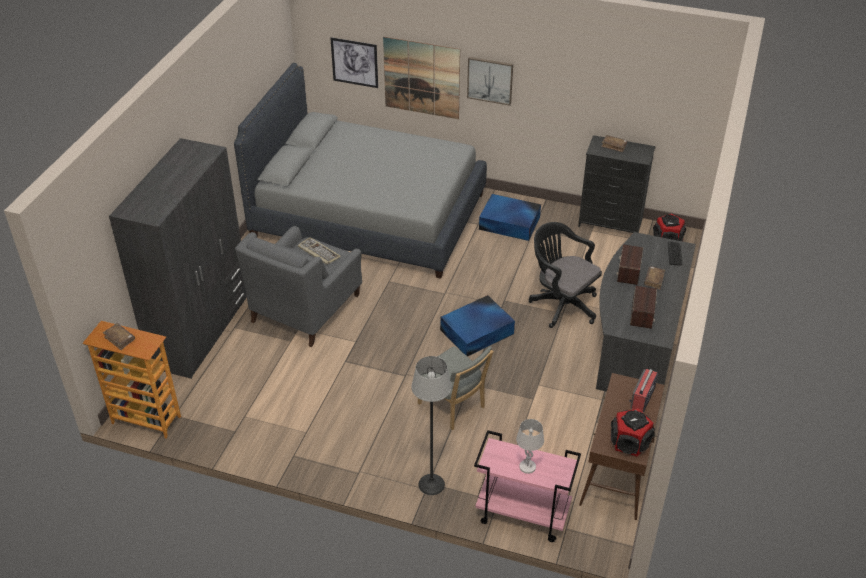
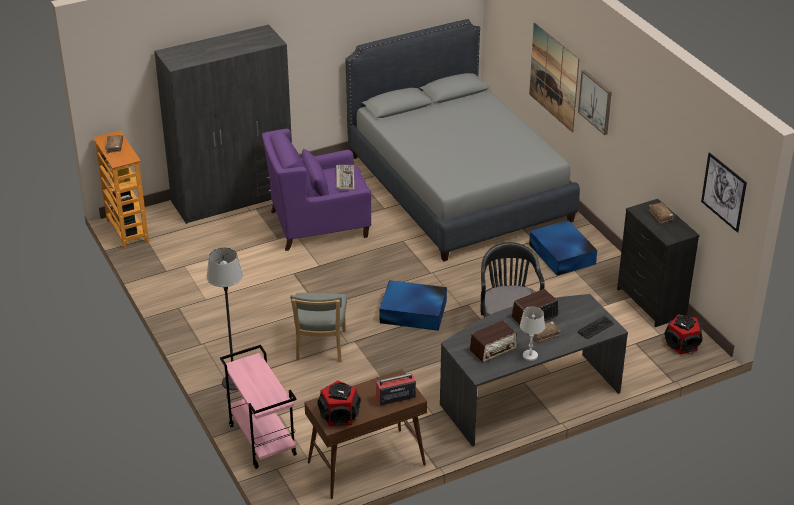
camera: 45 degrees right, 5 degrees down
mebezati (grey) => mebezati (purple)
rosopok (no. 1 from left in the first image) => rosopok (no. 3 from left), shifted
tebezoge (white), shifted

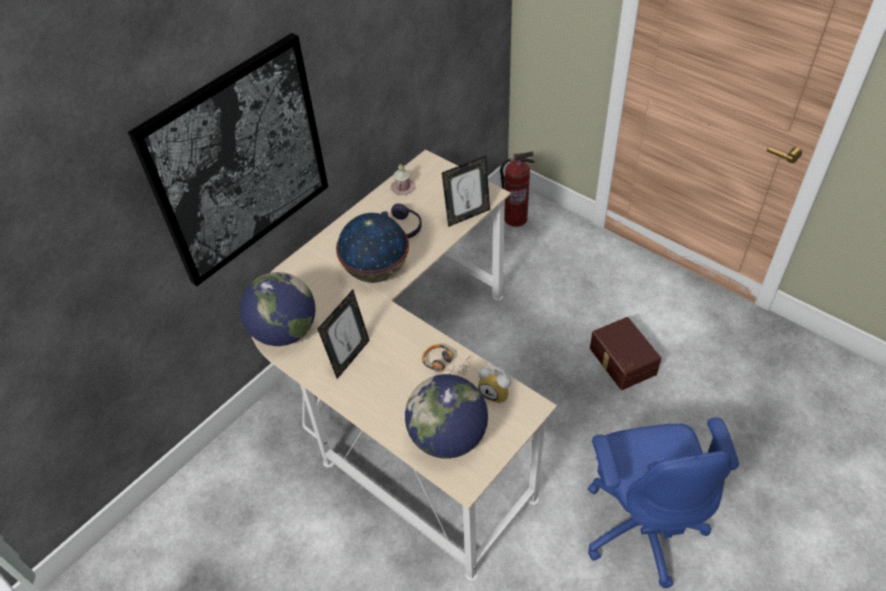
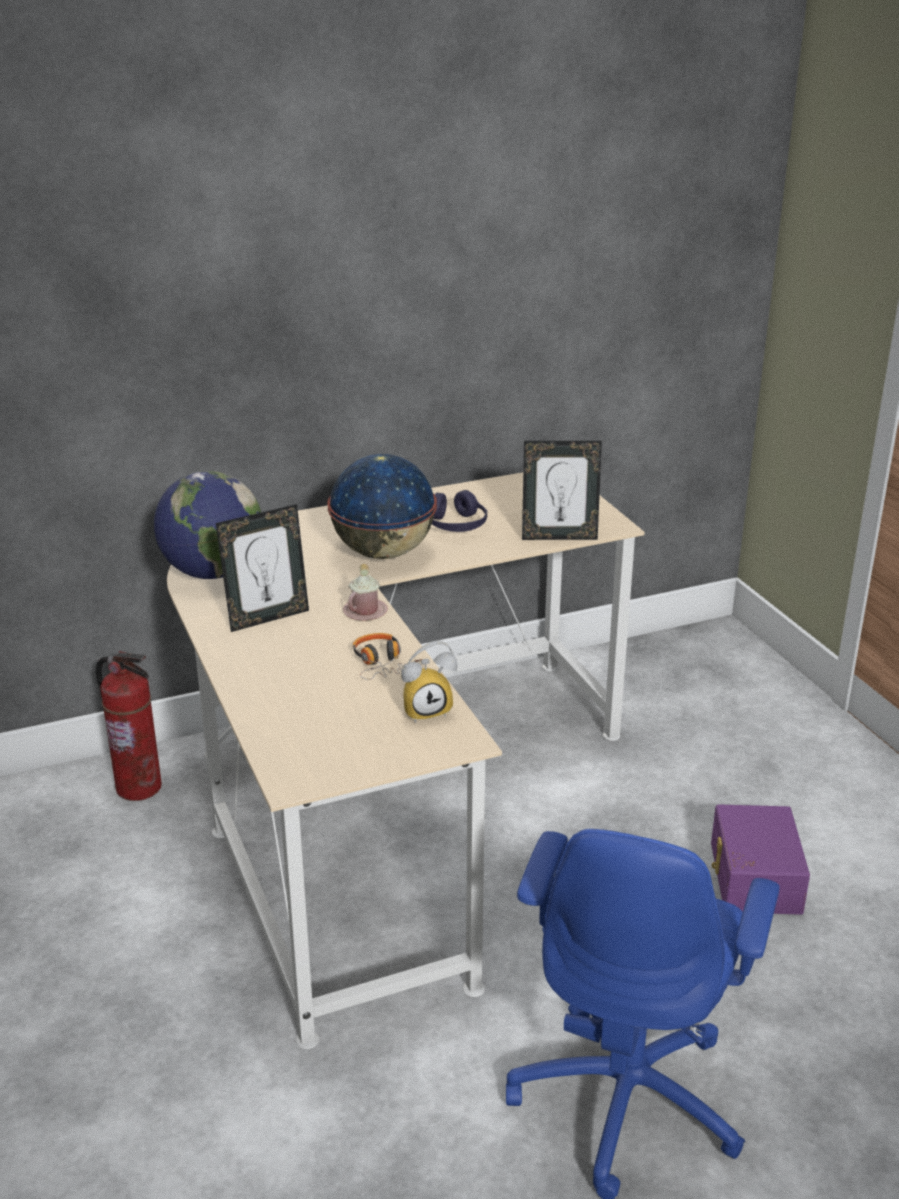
camera: 25 degrees right, 20 degrees down
rosopok => nothing
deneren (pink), shifted
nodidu (no. 3 from left) => nothing
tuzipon, 75 degrees counterclockwise
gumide, shifted
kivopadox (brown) => kivopadox (purple)

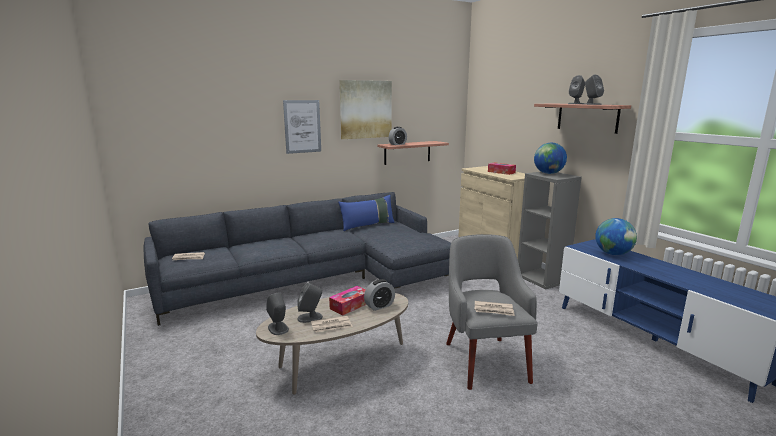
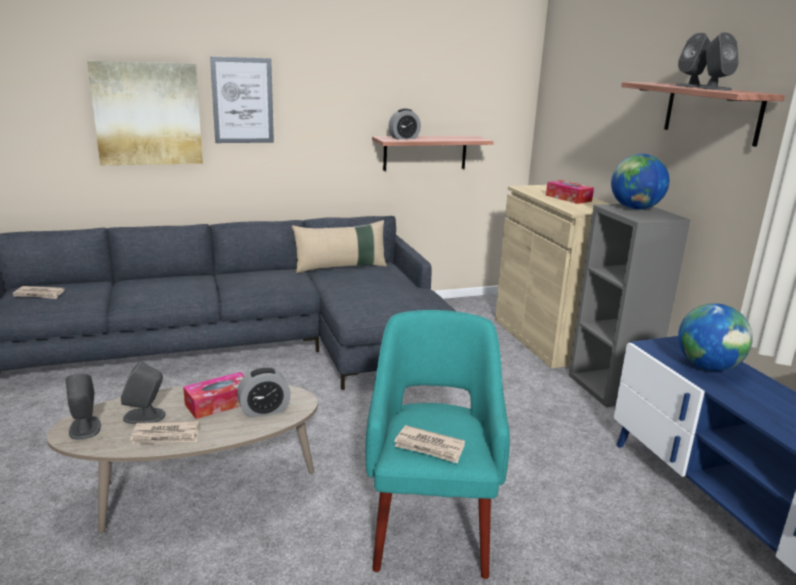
camera: 10 degrees right, 5 degrees up
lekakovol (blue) => lekakovol (beige)
rosopok (no. 2 from left in the first image) => rosopok (no. 1 from left), shifted
mebezati (grey) => mebezati (turquoise)

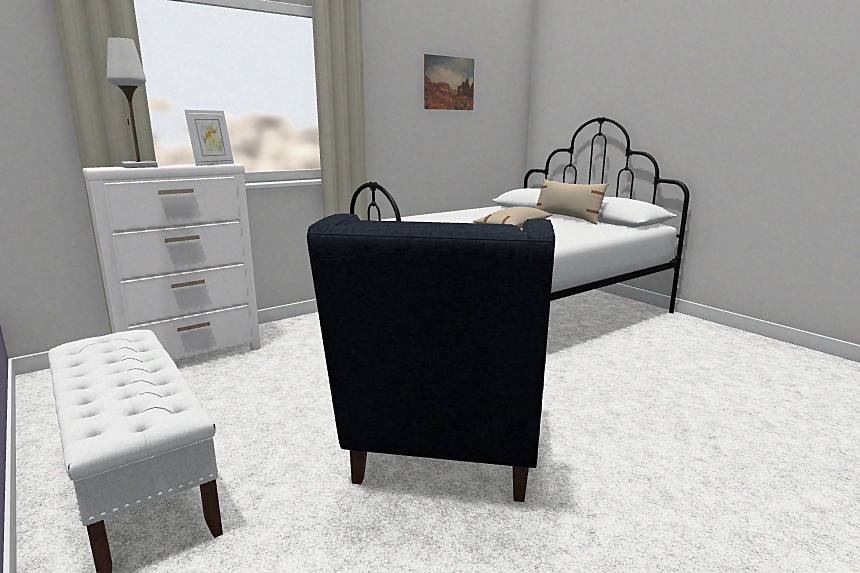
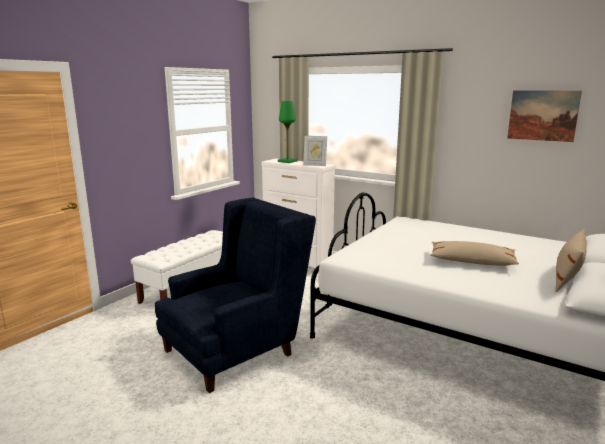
camera: 70 degrees right, 0 degrees up
tebezoge (white) => tebezoge (green)
mebezati (blue), 150 degrees clockwise

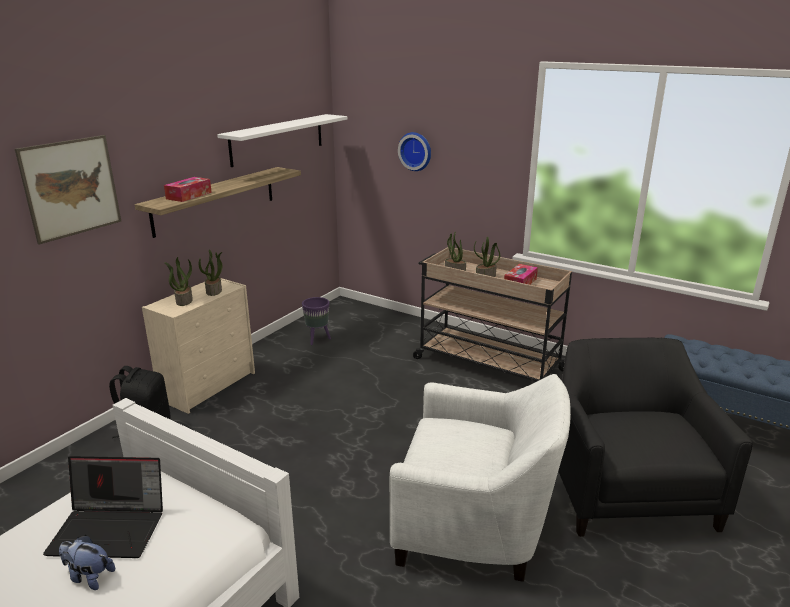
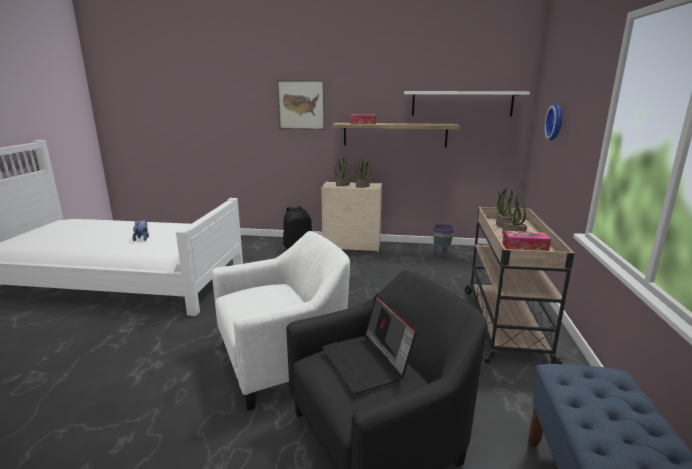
camera: 65 degrees right, 5 degrees down
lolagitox, shifted
mebezati (white), 105 degrees counterclockwise

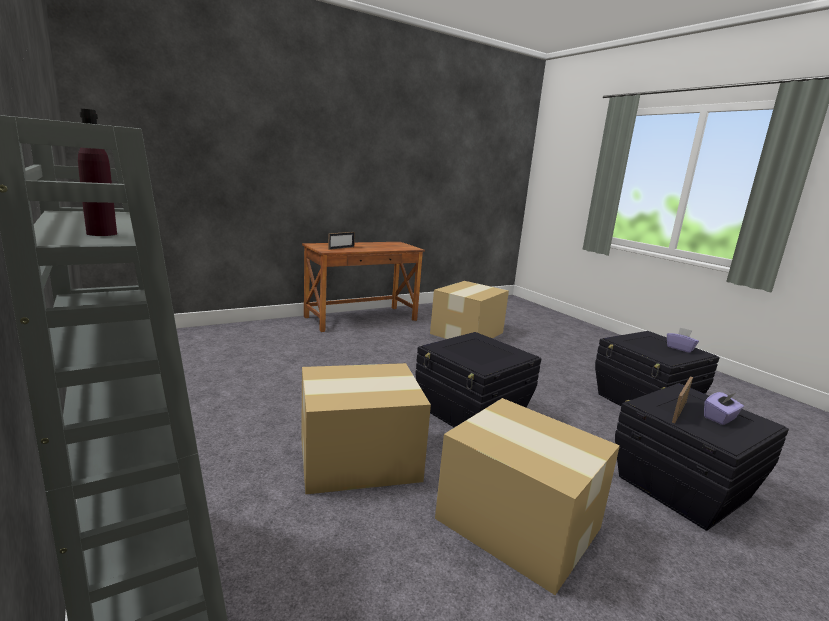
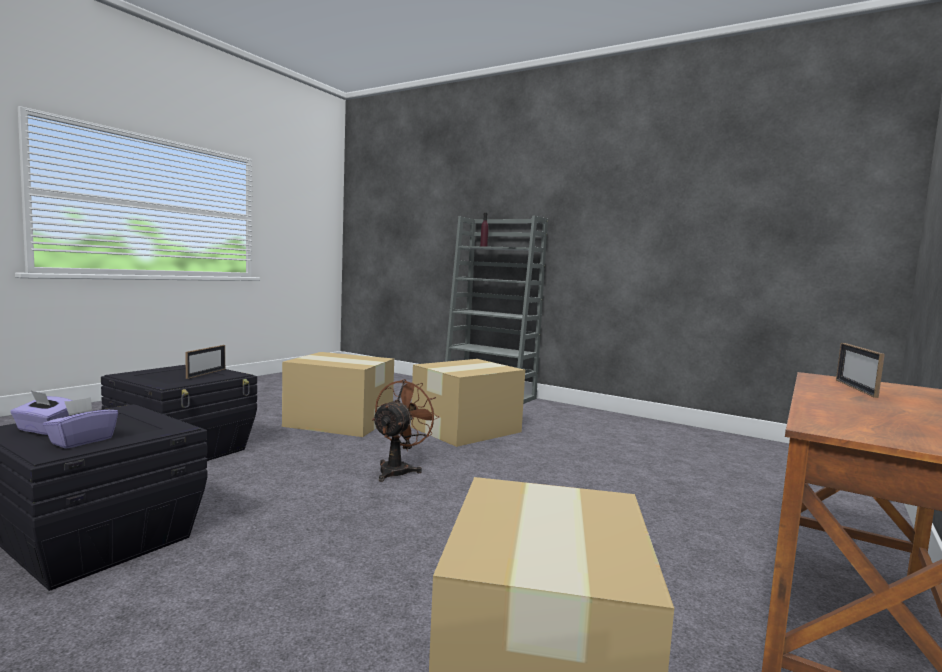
camera: 155 degrees right, 10 degrees down
kivopadox (black) (no. 1 from left) => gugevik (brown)
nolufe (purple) (no. 2 from left), shifted

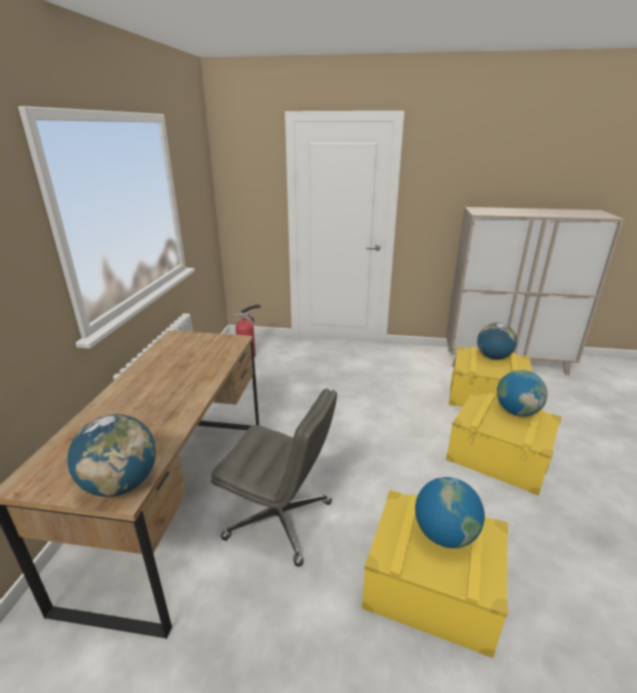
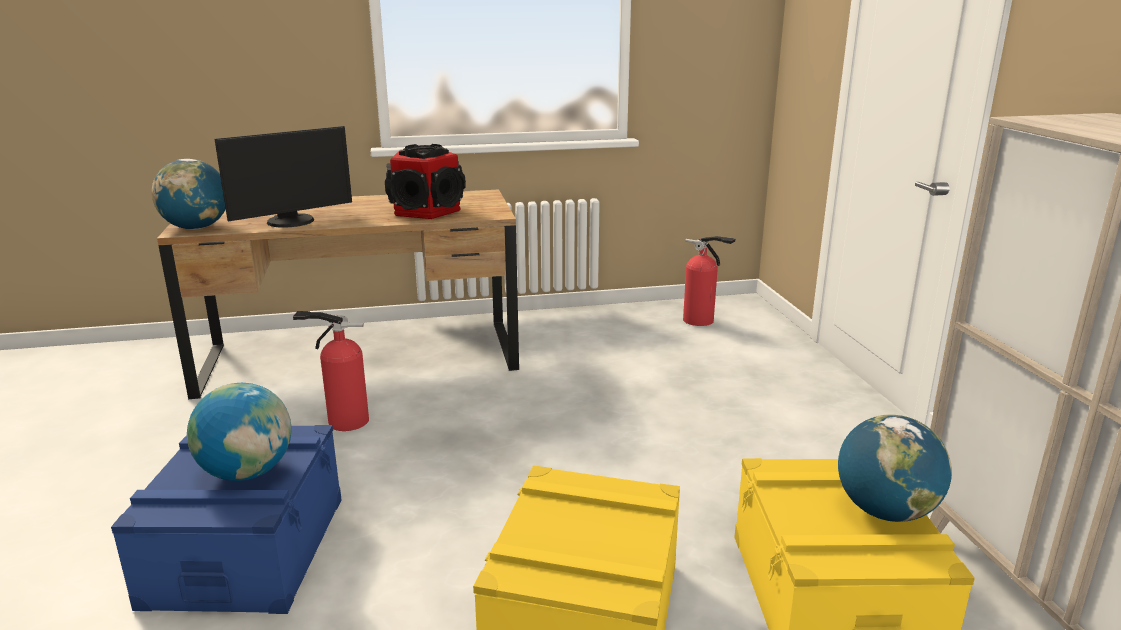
camera: 70 degrees right, 5 degrees down
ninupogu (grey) => gumide (no. 1 from left)
kivopadox (yellow) (no. 1 from left) => kivopadox (blue)
nodidu (no. 4 from left) => nothing
nothing => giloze
nothing => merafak

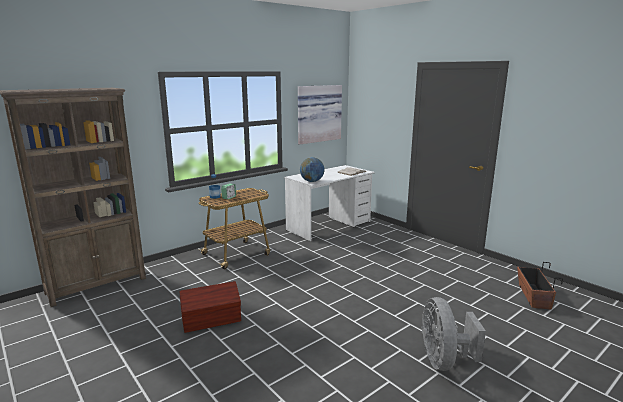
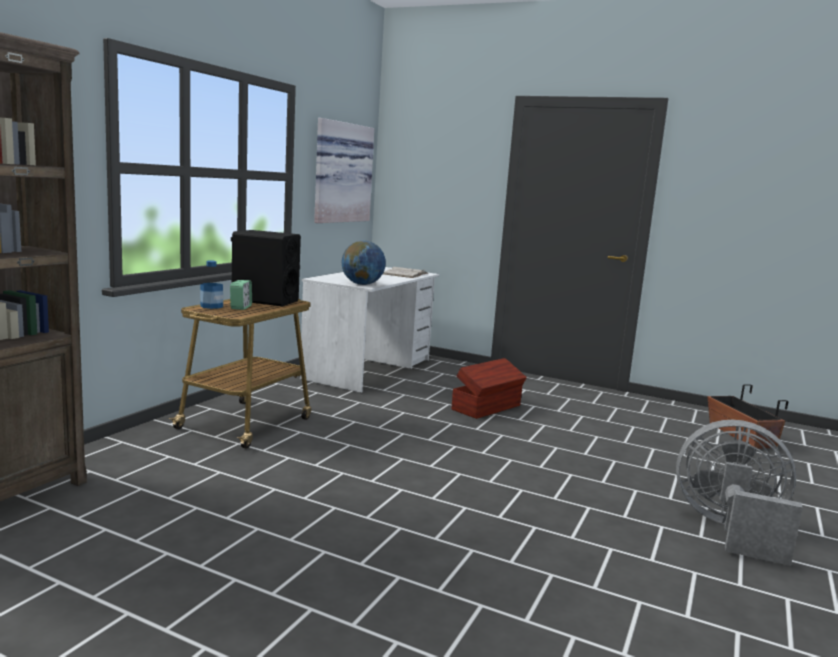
camera: 25 degrees left, 5 degrees down
kivopadox (brown), shifted
gugevik (grey), 135 degrees clockwise
nothing => merafak (black)

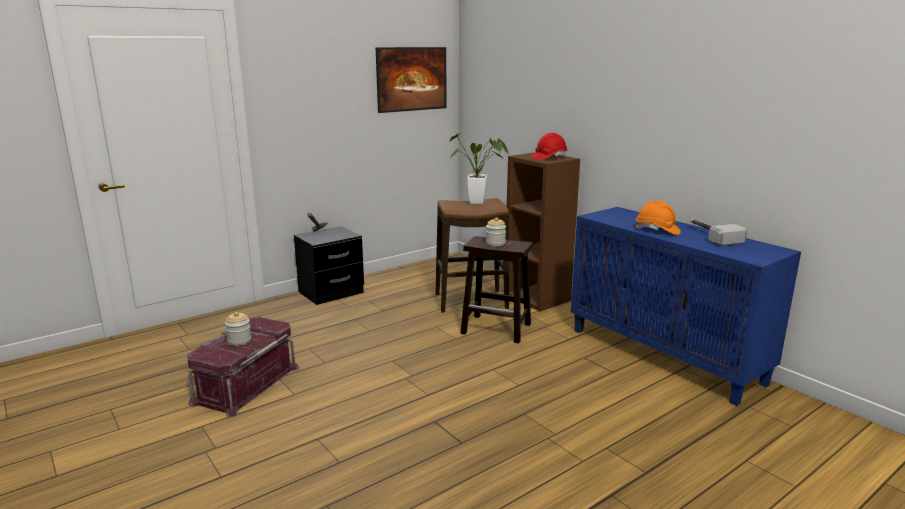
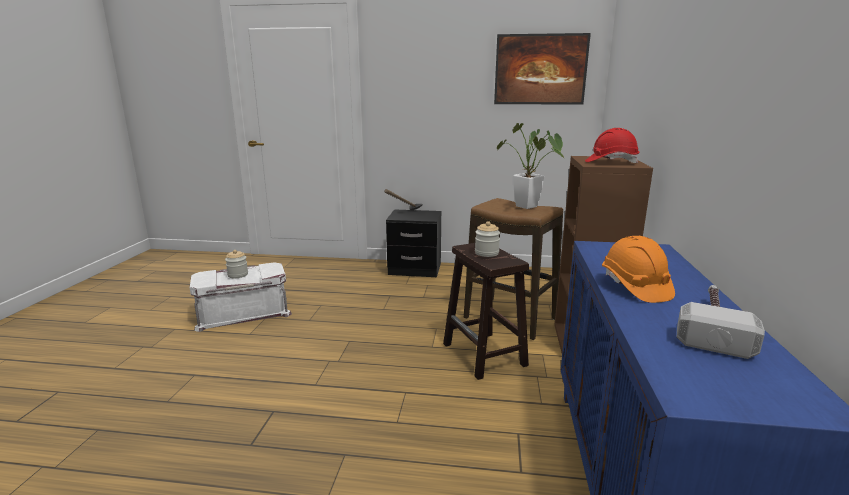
camera: 45 degrees right, 0 degrees up
kivopadox (red) => kivopadox (white)

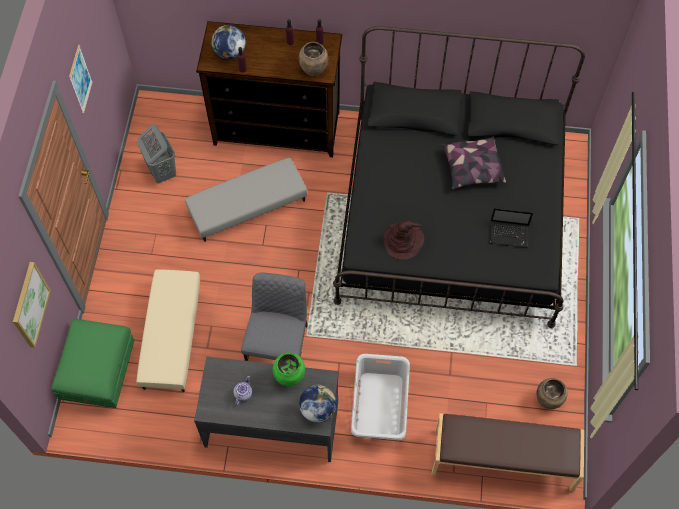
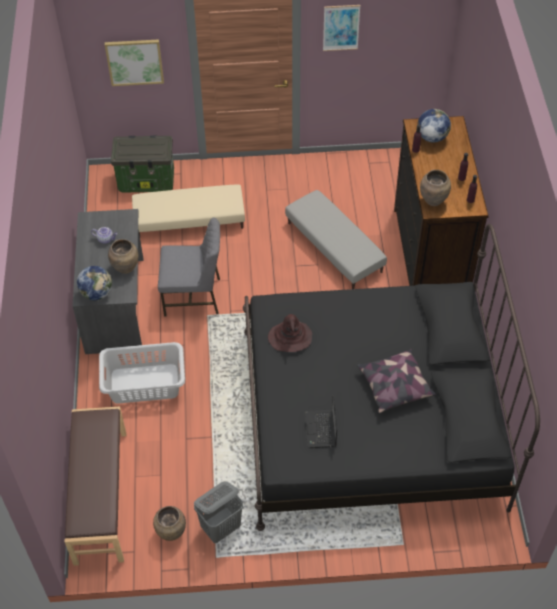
camera: 80 degrees right, 10 degrees down
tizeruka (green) => kivopadox
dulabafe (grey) (no. 1 from left in the first image) => dulabafe (grey) (no. 2 from left), shifted
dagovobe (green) => dagovobe (brown) (no. 1 from left)

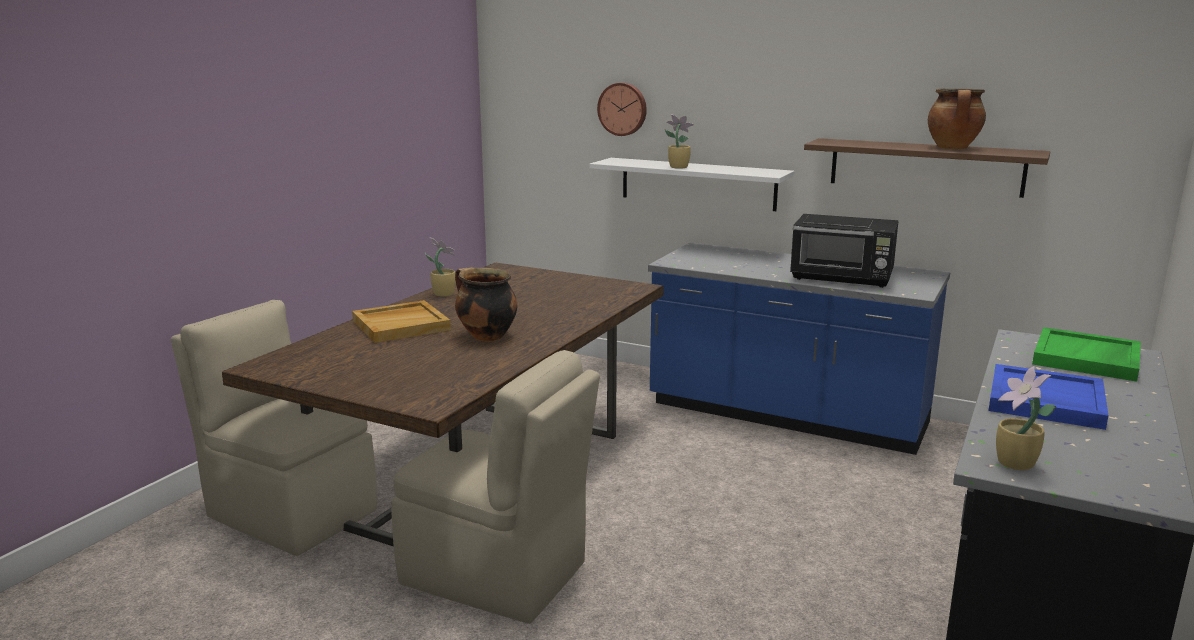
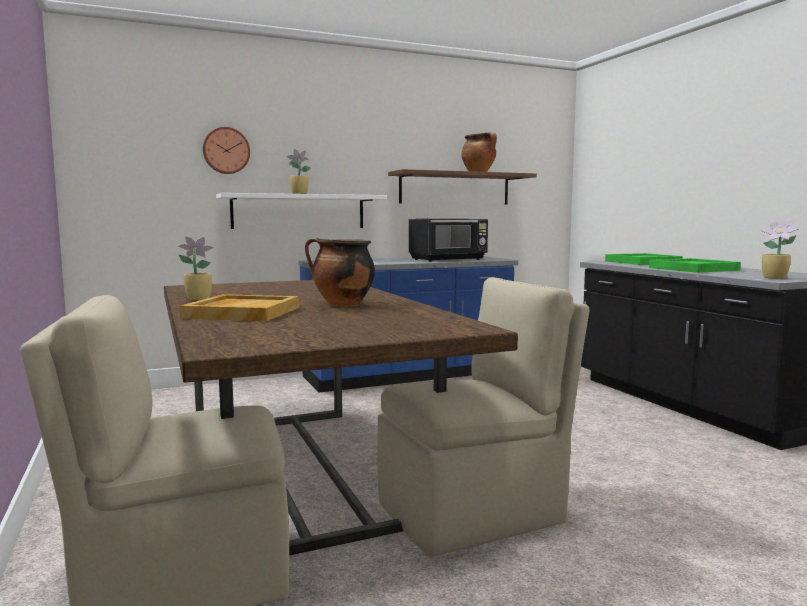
camera: 50 degrees left, 10 degrees down
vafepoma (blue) => vafepoma (green) (no. 2 from left)

